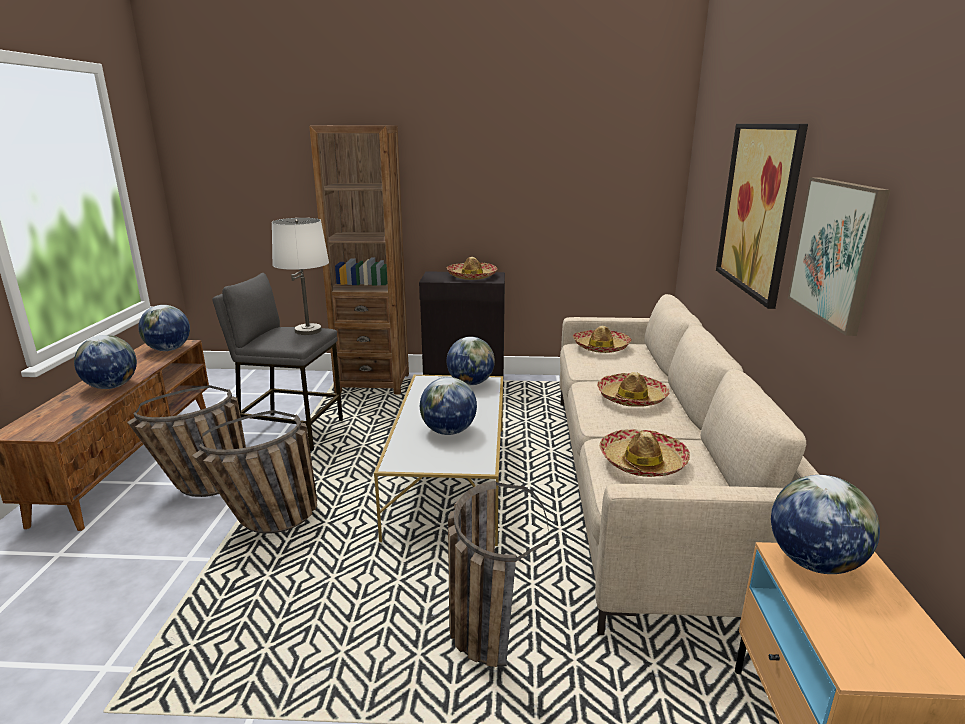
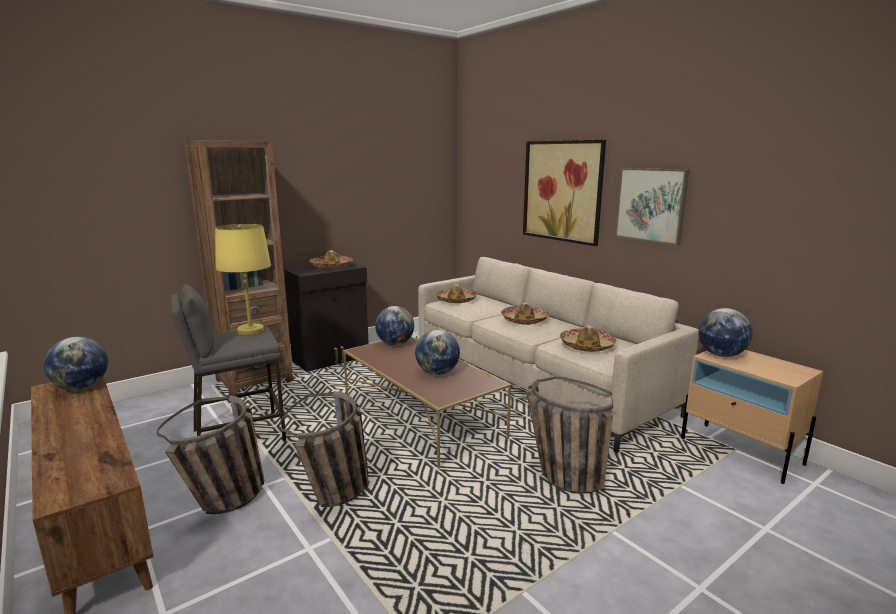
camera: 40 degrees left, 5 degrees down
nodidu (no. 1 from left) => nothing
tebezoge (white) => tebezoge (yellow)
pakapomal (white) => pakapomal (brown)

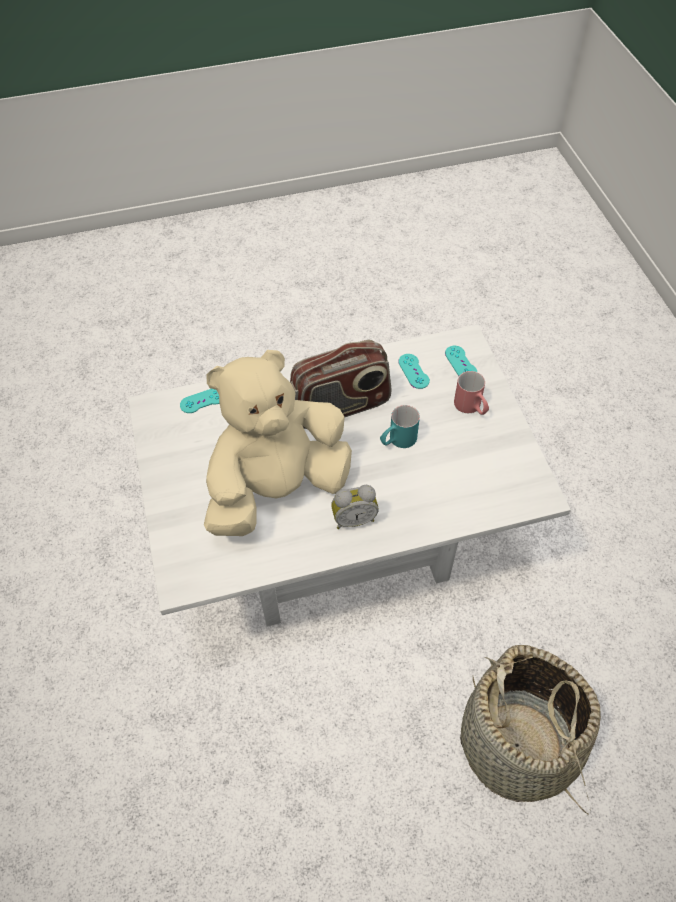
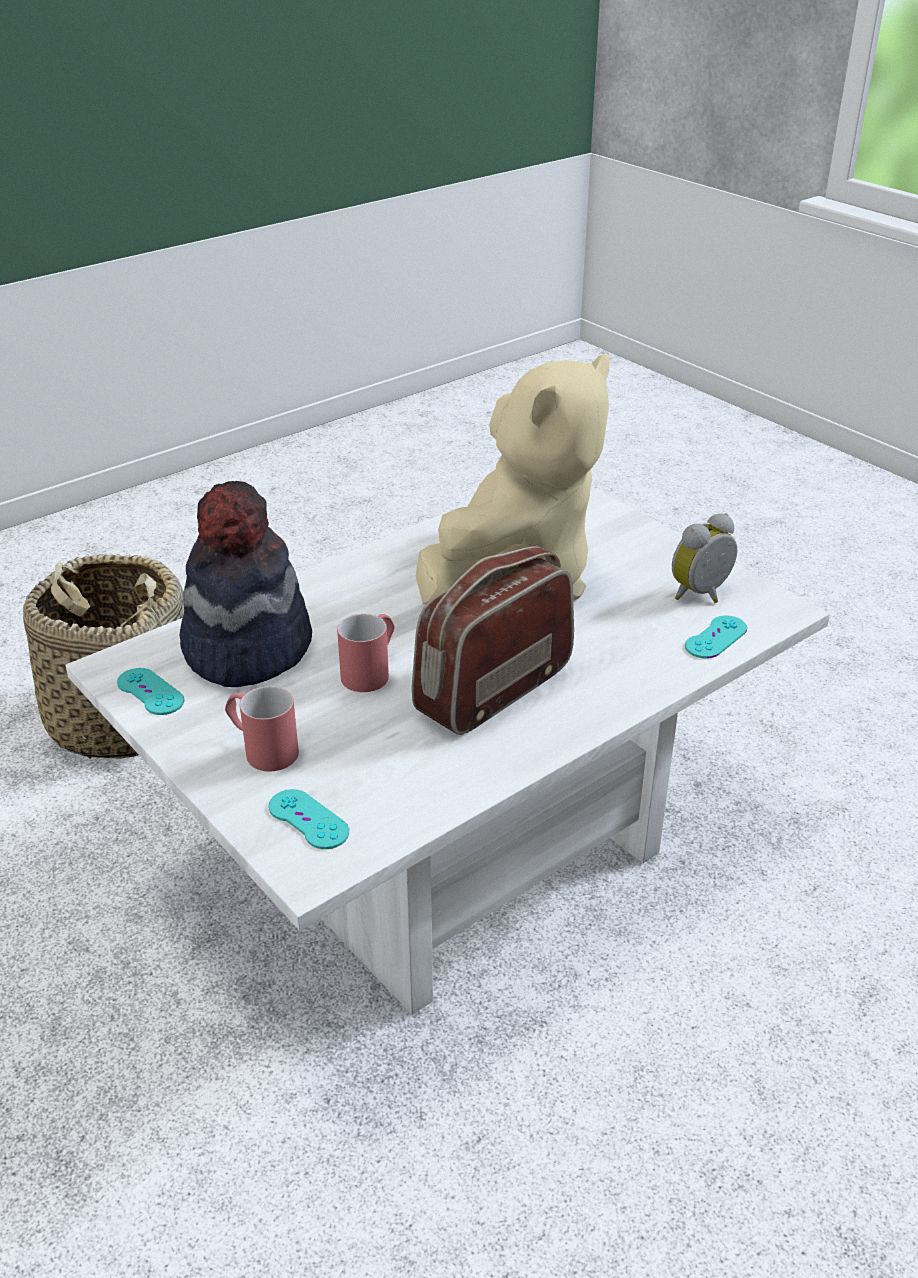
camera: 155 degrees right, 20 degrees down
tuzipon, shifted
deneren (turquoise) => deneren (red) (no. 2 from left)
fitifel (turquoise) (no. 2 from left in the first image) => fitifel (turquoise) (no. 1 from left), shifted
nothing => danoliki

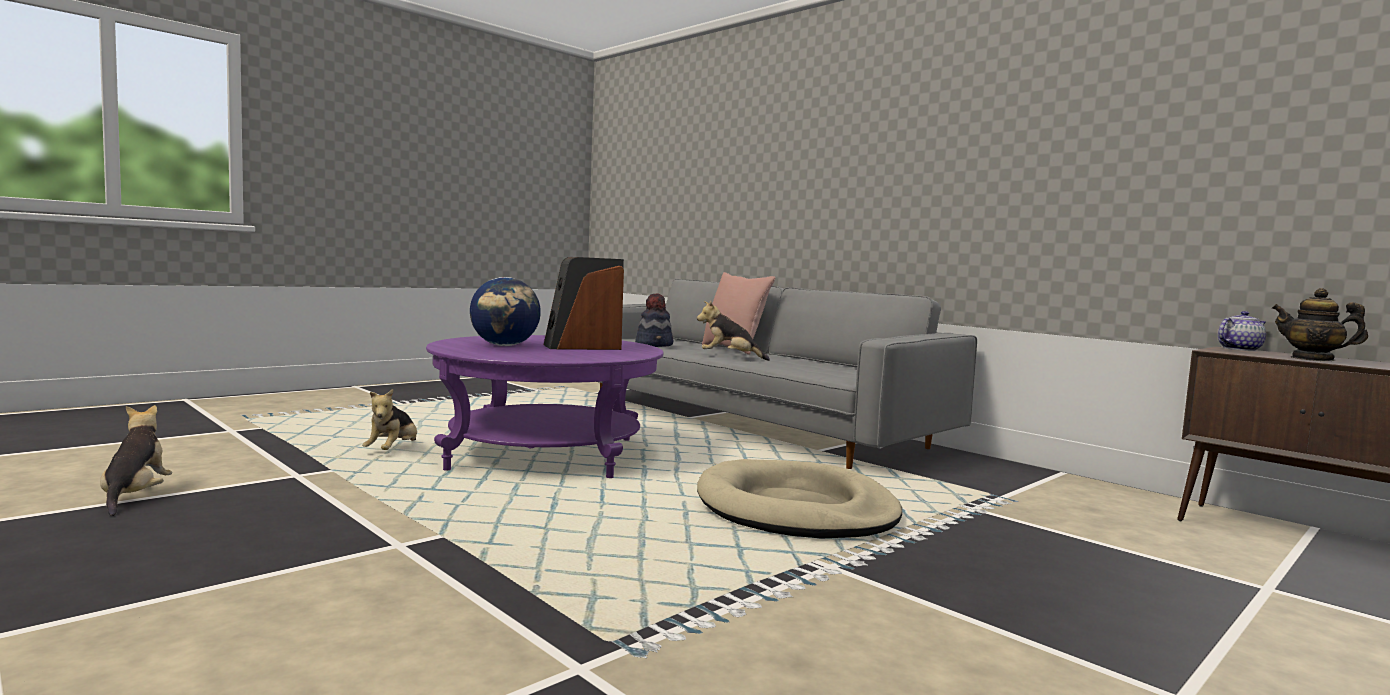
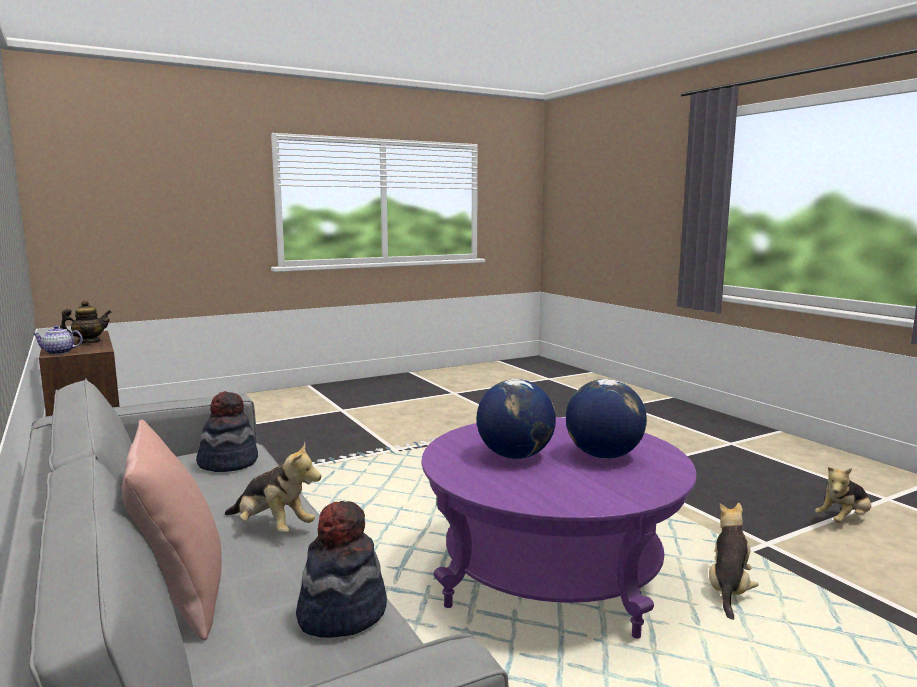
camera: 165 degrees left, 5 degrees up
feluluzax (no. 1 from left in the first image) => feluluzax (no. 3 from left), 60 degrees clockwise
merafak => nodidu (no. 1 from left)
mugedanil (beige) => nothing
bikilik (no. 2 from left), 75 degrees counterclockwise
nothing => danoliki (no. 1 from left)

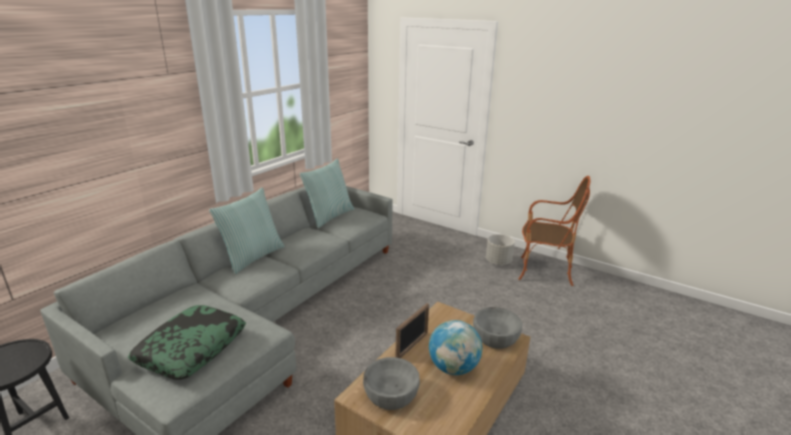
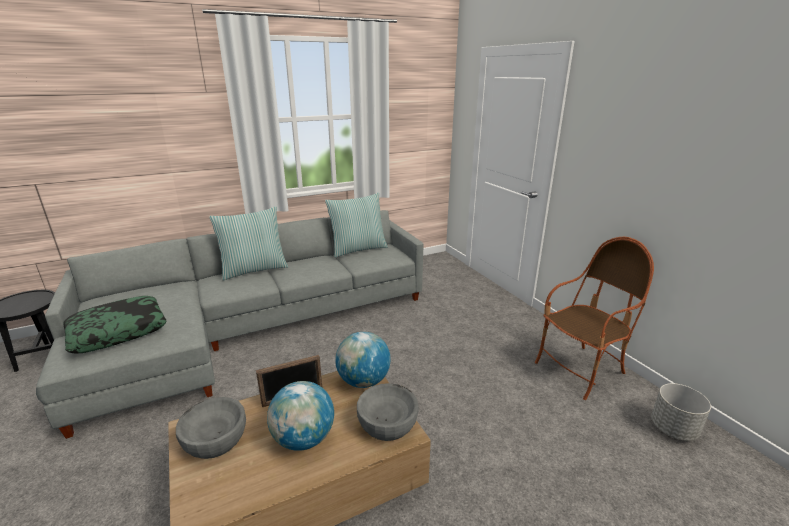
camera: 30 degrees right, 0 degrees up
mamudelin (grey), shifted
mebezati, 75 degrees counterclockwise
nothing => nodidu (no. 2 from left)

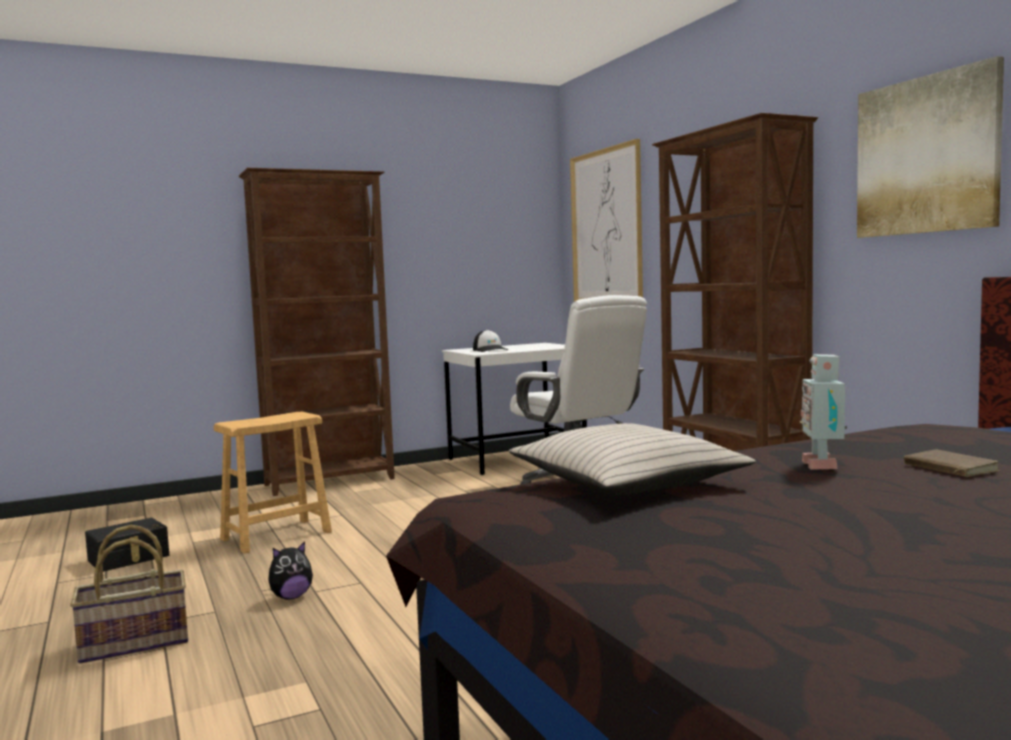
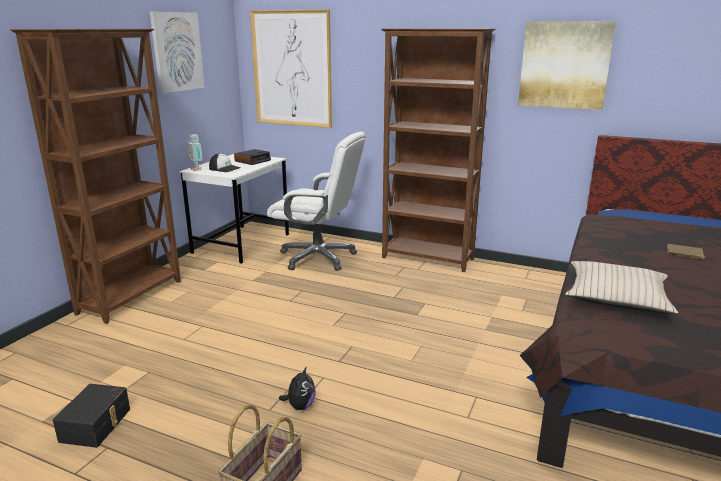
camera: 40 degrees left, 15 degrees up
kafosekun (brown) => nothing
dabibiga, shifted
nothing => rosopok (no. 1 from left)
nothing => tuzipon

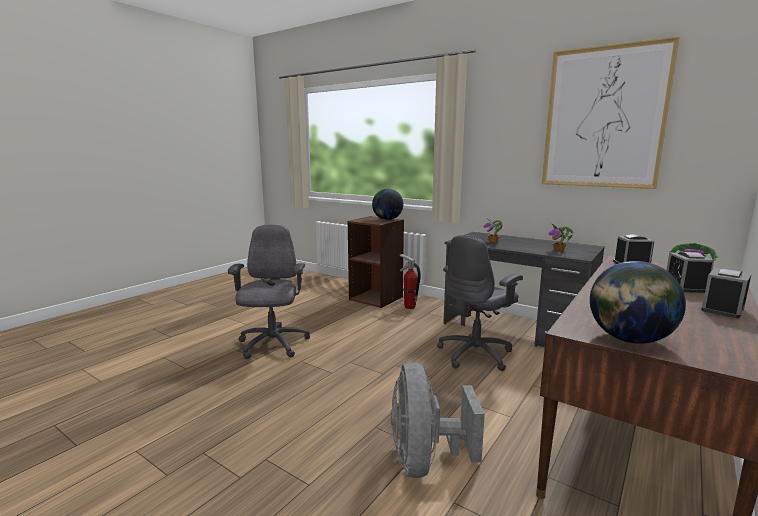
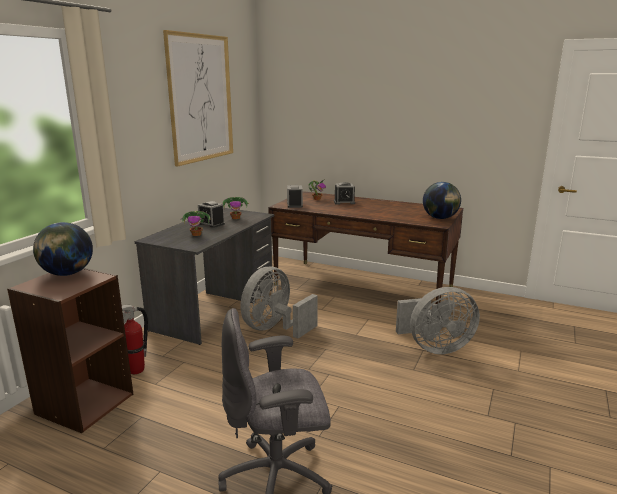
camera: 100 degrees left, 5 degrees up
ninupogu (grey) (no. 2 from left) => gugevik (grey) (no. 1 from left)
tuzipon (no. 3 from left in the first image) => tuzipon (no. 1 from left), shifted

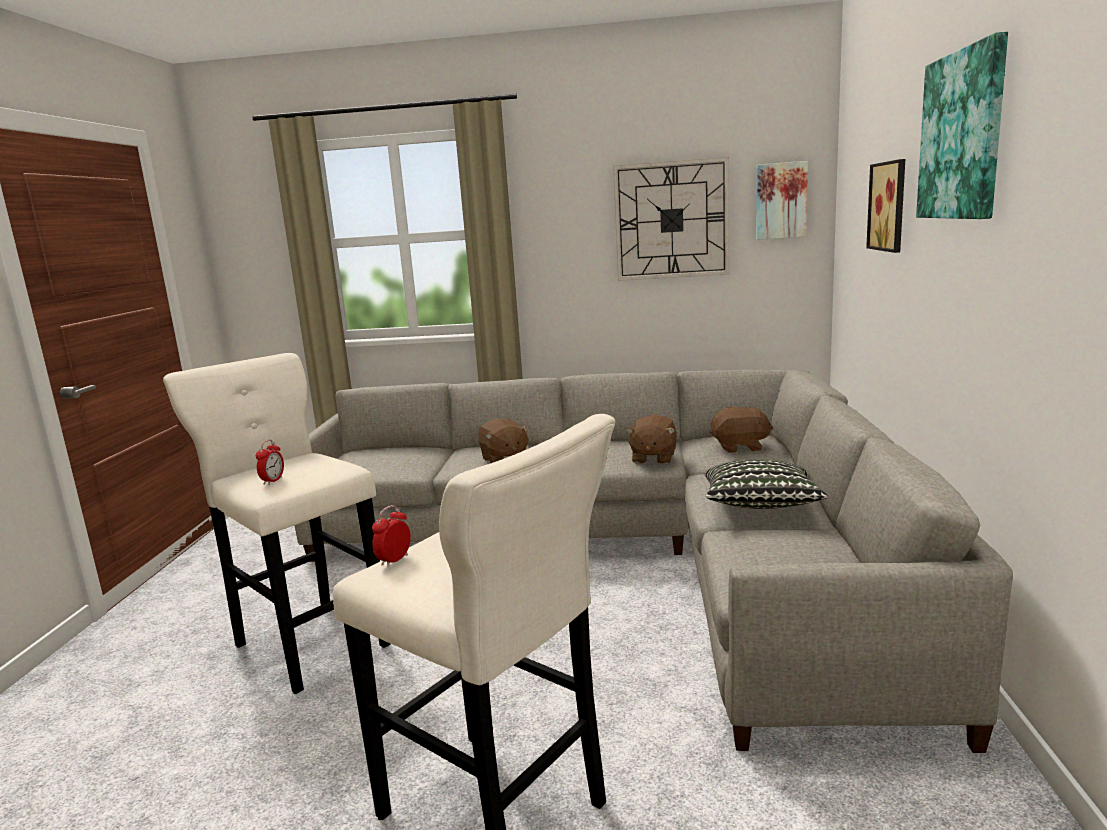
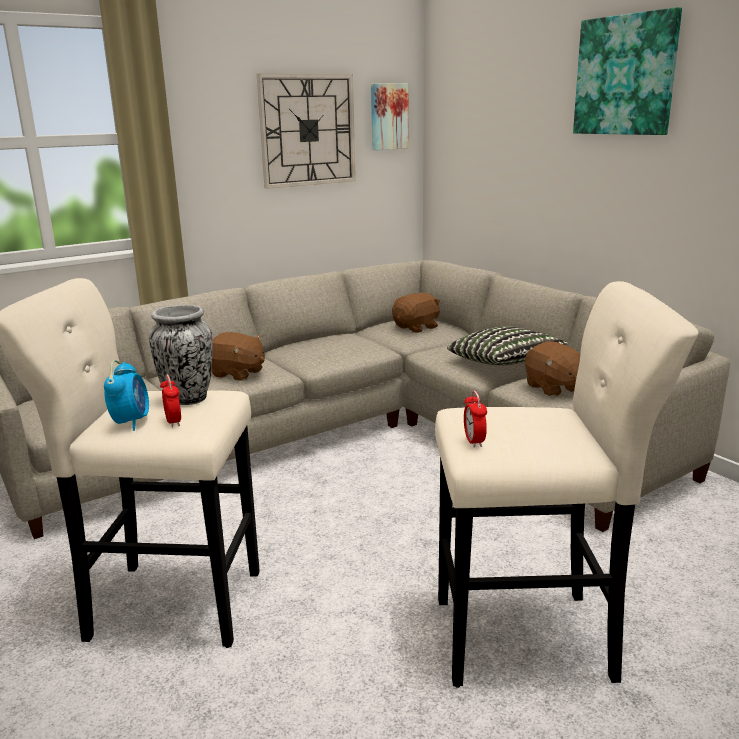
camera: 40 degrees left, 5 degrees up
feluluzax (brown) (no. 2 from left in the first image) => feluluzax (brown) (no. 3 from left), shifted
rosopok (no. 2 from left) => nothing
nothing => tuzipon (no. 1 from left)
nothing => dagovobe

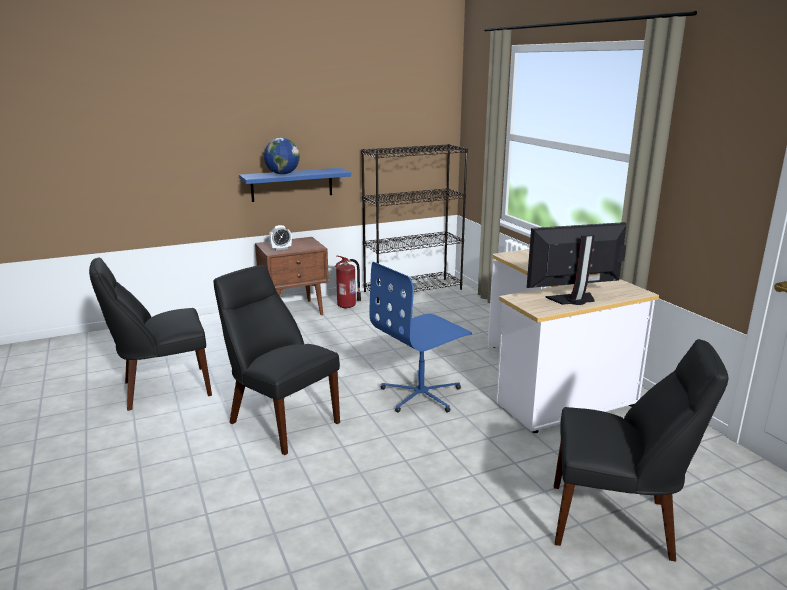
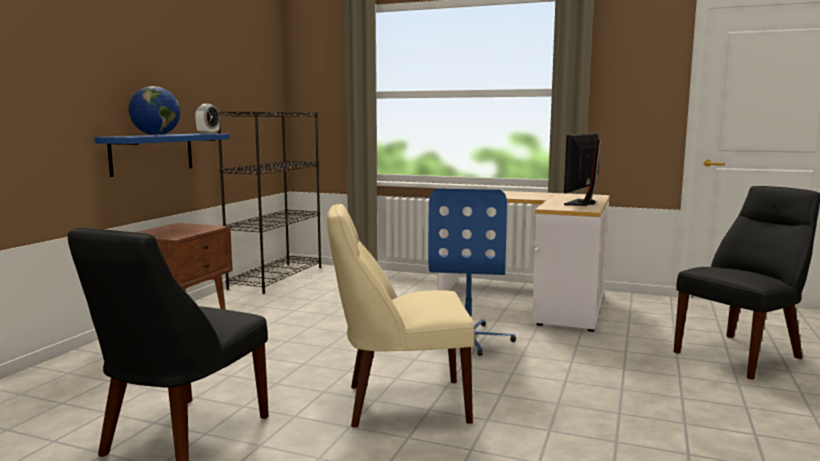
camera: 45 degrees left, 10 degrees down
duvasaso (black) (no. 2 from left) => duvasaso (beige)
tuzipon, shifted
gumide => nothing

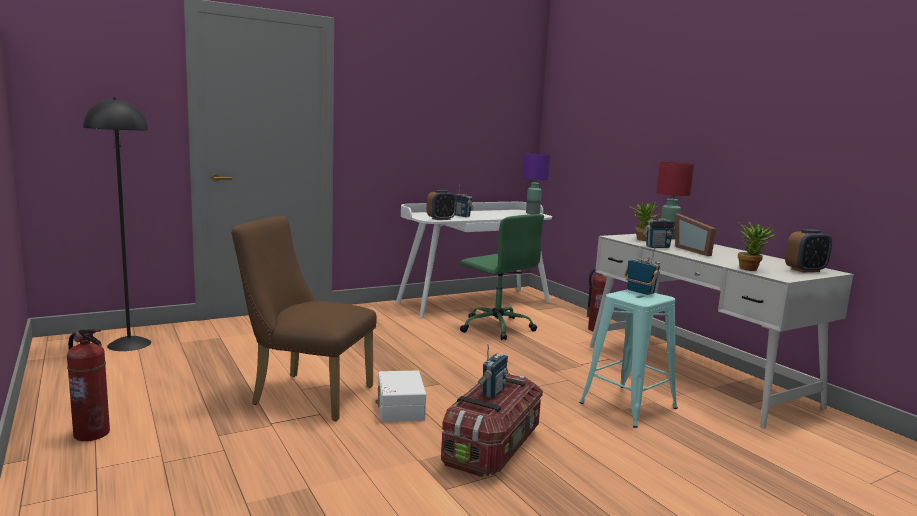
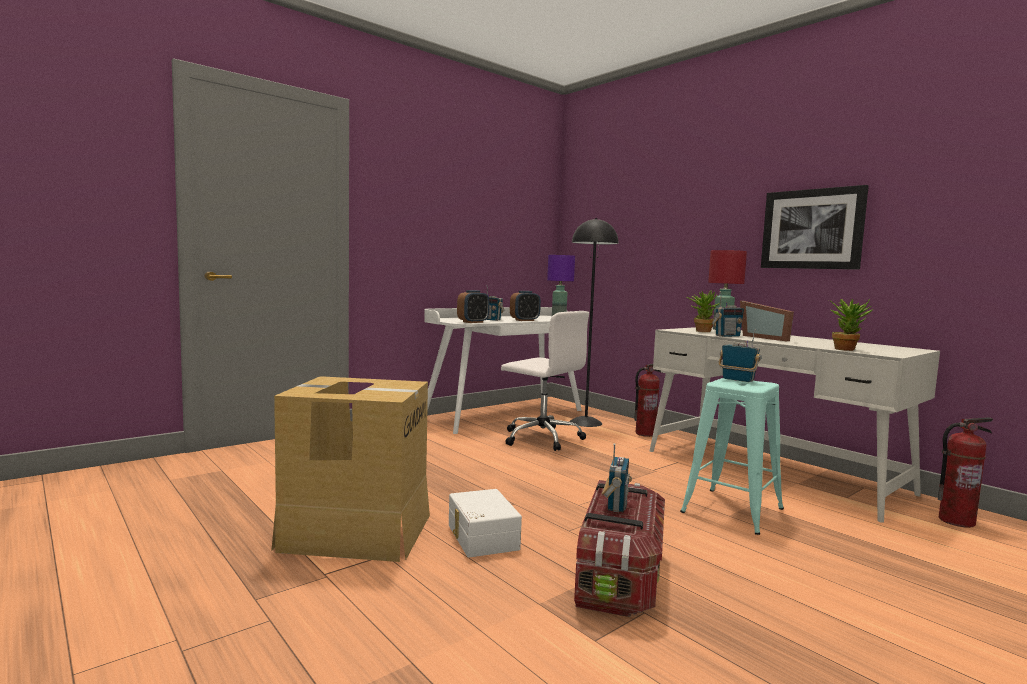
camera: 10 degrees left, 5 degrees down
gumide (no. 1 from left in the first image) => gumide (no. 2 from left), shifted
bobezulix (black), shifted
duvasaso (brown) => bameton
ninupogu (green) => ninupogu (white)
tuzipon (no. 2 from left), shifted
nothing => rosopok

